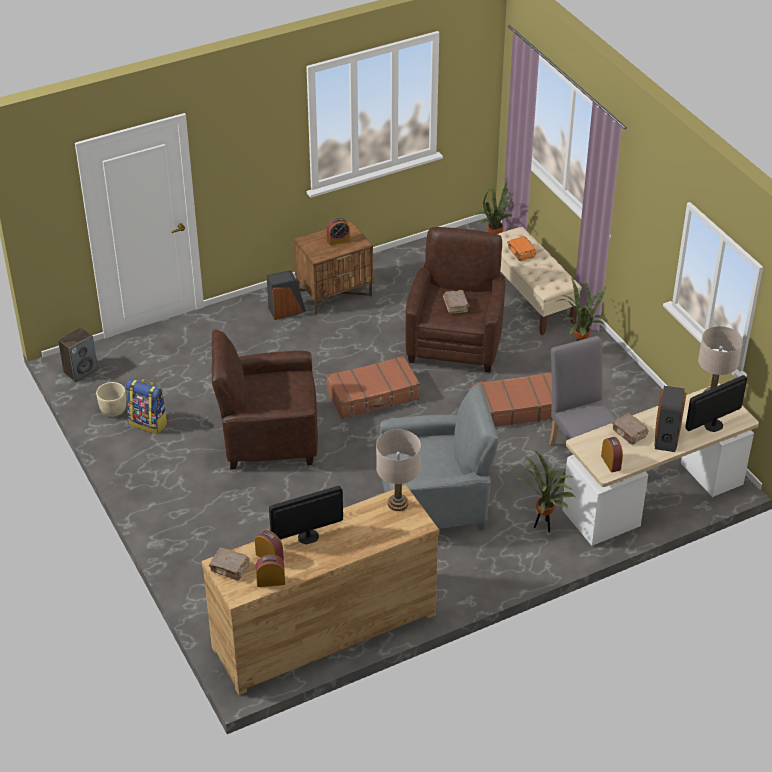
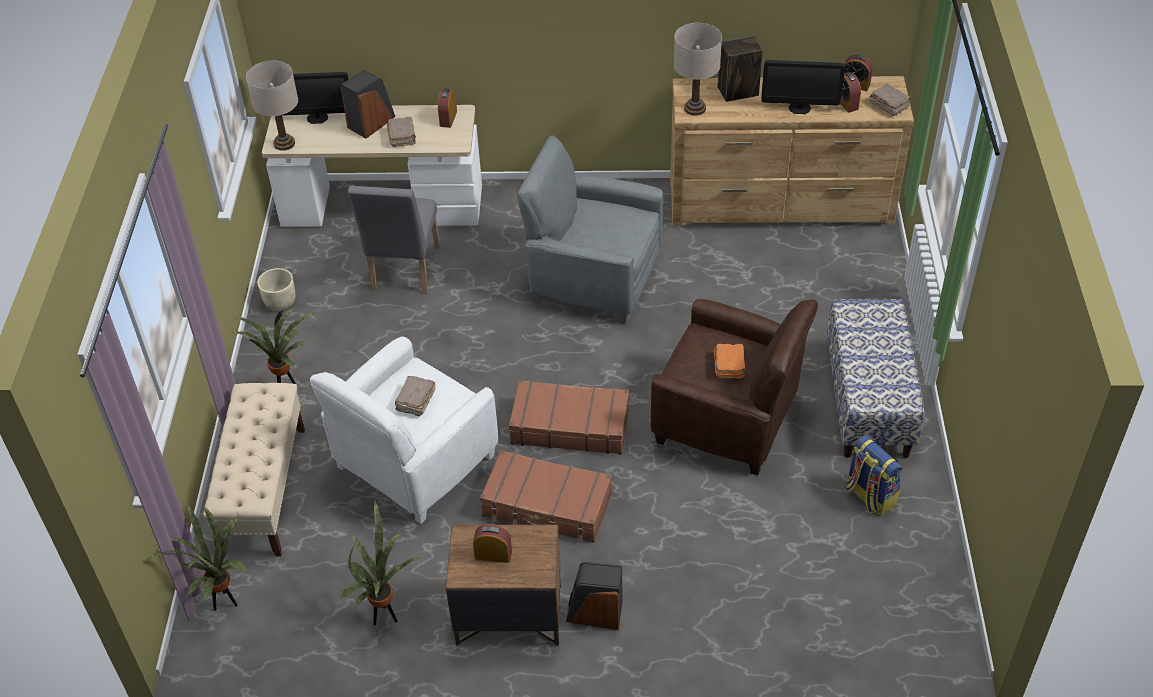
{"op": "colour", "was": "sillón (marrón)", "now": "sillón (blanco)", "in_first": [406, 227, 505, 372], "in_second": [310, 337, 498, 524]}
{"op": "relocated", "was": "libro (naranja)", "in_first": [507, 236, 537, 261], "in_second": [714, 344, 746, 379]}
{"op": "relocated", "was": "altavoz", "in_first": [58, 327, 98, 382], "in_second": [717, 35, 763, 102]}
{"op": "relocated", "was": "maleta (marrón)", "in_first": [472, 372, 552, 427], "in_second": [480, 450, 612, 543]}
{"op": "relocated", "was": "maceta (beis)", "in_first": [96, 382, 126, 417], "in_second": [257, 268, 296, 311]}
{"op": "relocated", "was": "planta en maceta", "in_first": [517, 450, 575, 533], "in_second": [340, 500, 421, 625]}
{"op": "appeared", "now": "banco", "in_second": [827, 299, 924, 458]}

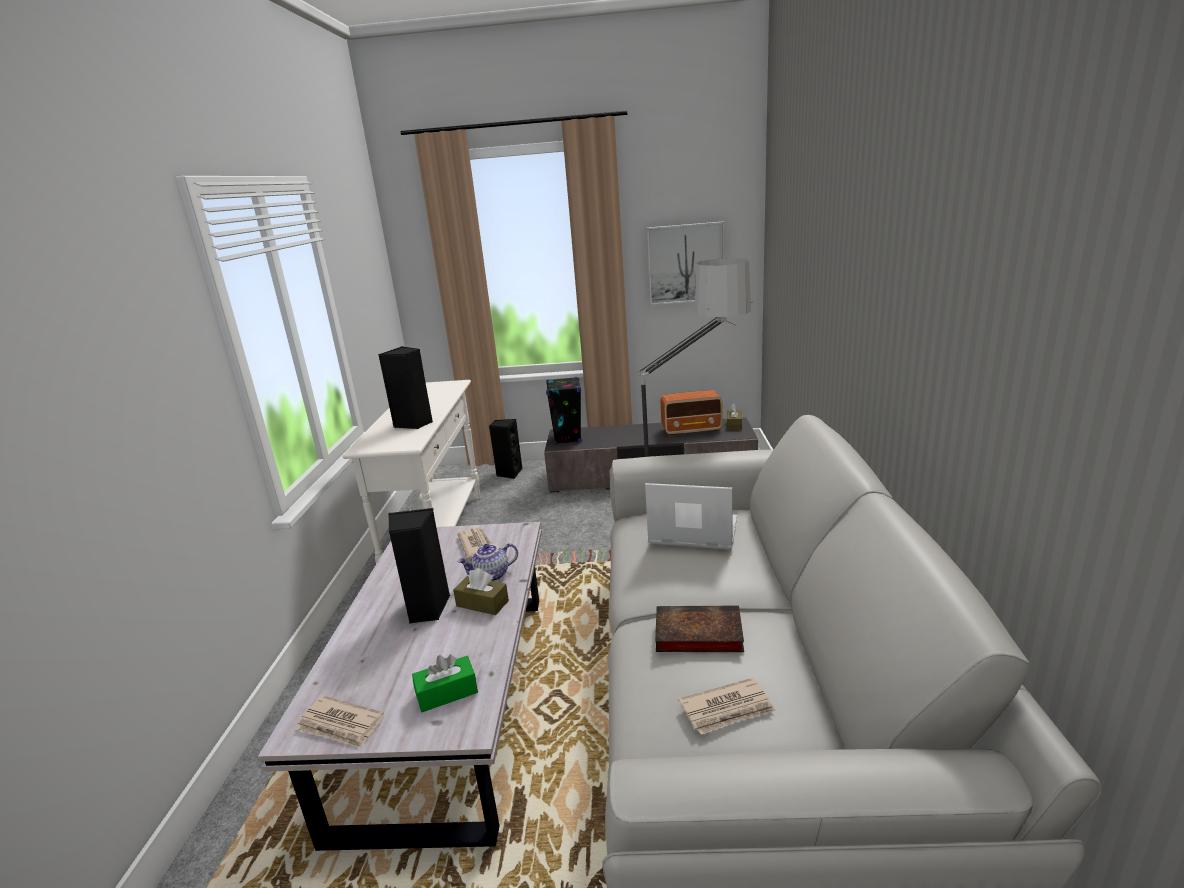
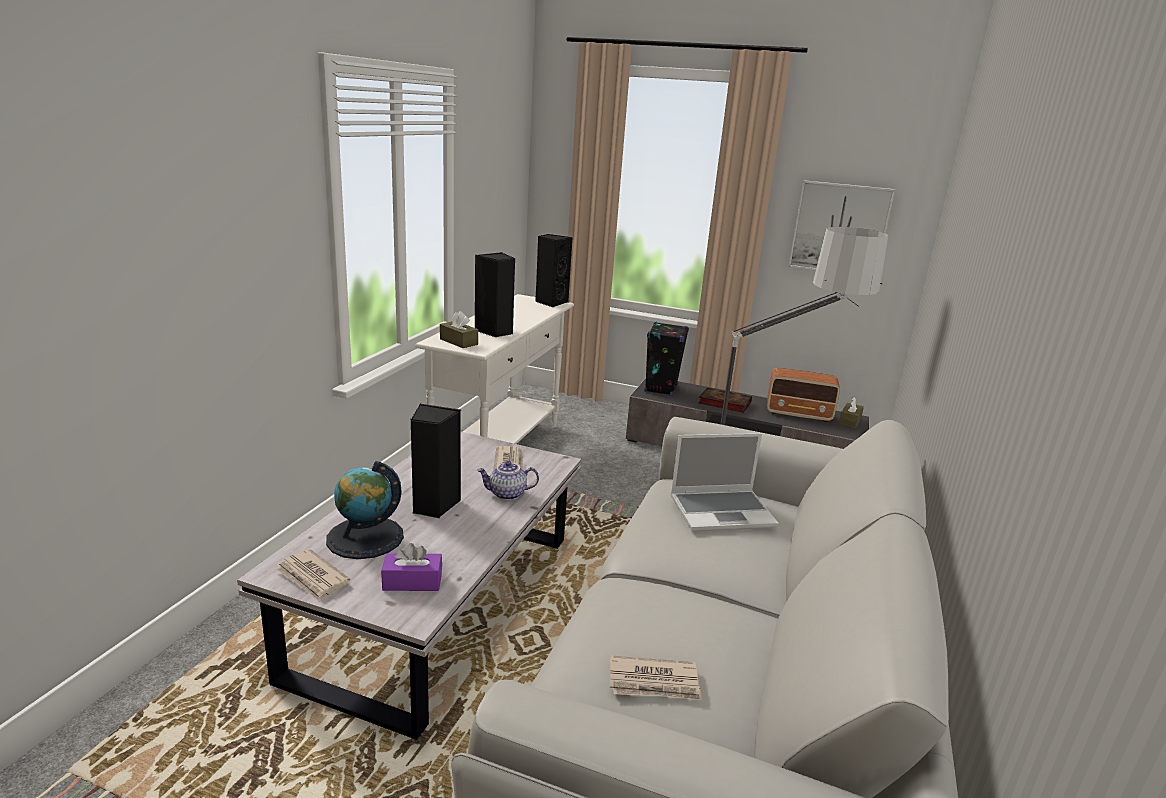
{"op": "relocated", "was": "altavoz (negro)", "in_first": [489, 419, 523, 479], "in_second": [535, 234, 573, 308]}
{"op": "spun", "was": "portátil", "in_first": [645, 483, 737, 550], "in_second": [670, 433, 779, 532], "clockwise": 135}
{"op": "relocated", "was": "caja de pañuelos (marrón)", "in_first": [453, 568, 509, 615], "in_second": [440, 311, 478, 348]}
{"op": "relocated", "was": "libro", "in_first": [655, 606, 744, 652], "in_second": [698, 387, 752, 413]}
{"op": "colour", "was": "caja de pañuelos (verde)", "now": "caja de pañuelos (morado)", "in_first": [412, 654, 478, 712], "in_second": [381, 543, 442, 591]}
{"op": "appeared", "now": "globo terráqueo", "in_second": [326, 461, 404, 559]}

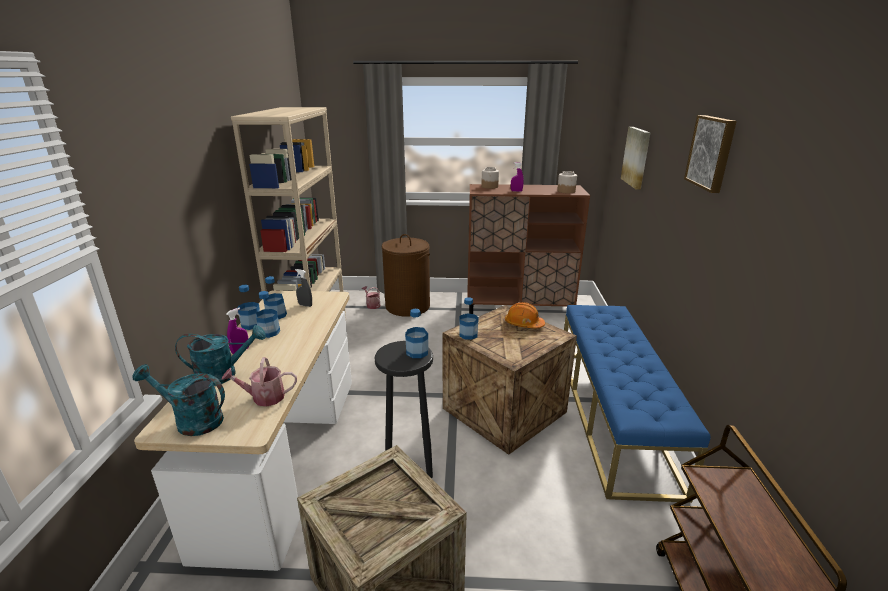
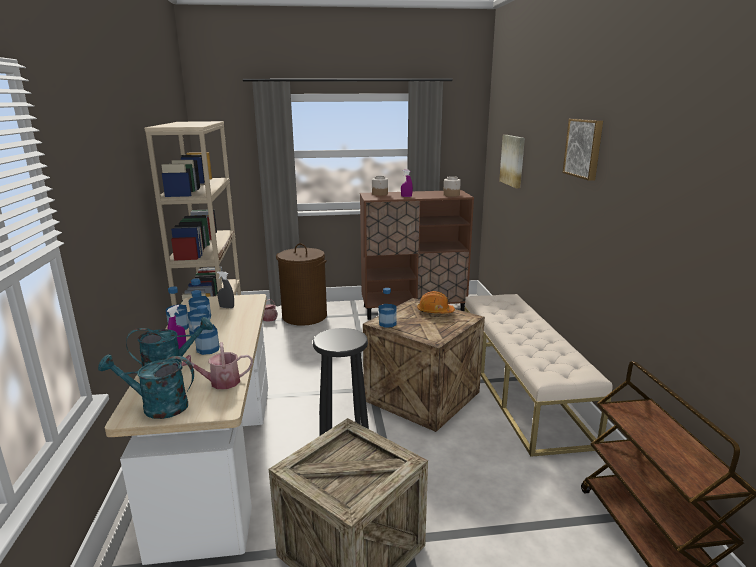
{"op": "colour", "was": "banco (azul)", "now": "banco (beis)", "in_first": [564, 305, 711, 503], "in_second": [464, 294, 613, 457]}
{"op": "relocated", "was": "botella", "in_first": [405, 309, 428, 358], "in_second": [194, 305, 220, 355]}

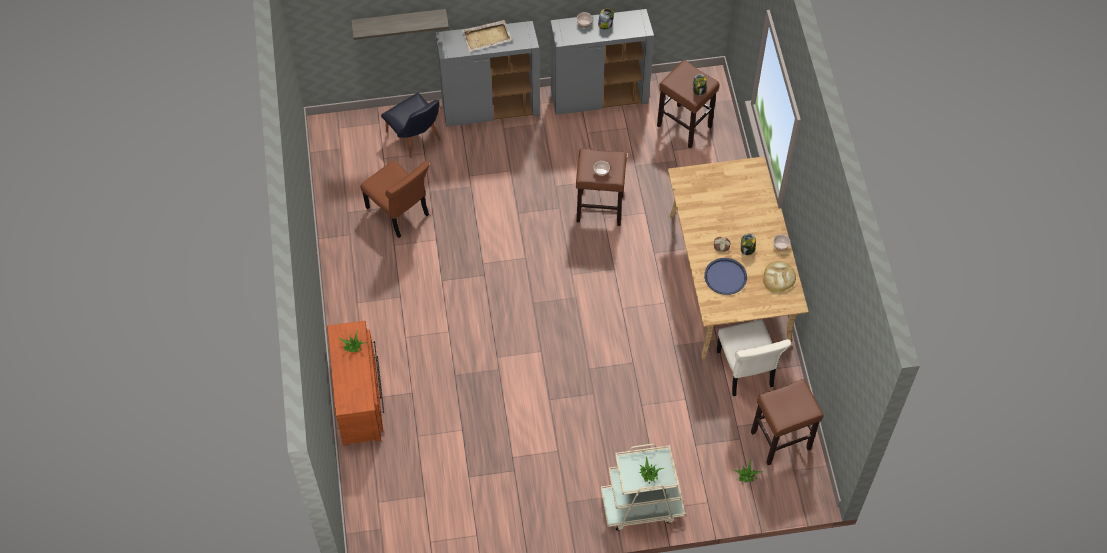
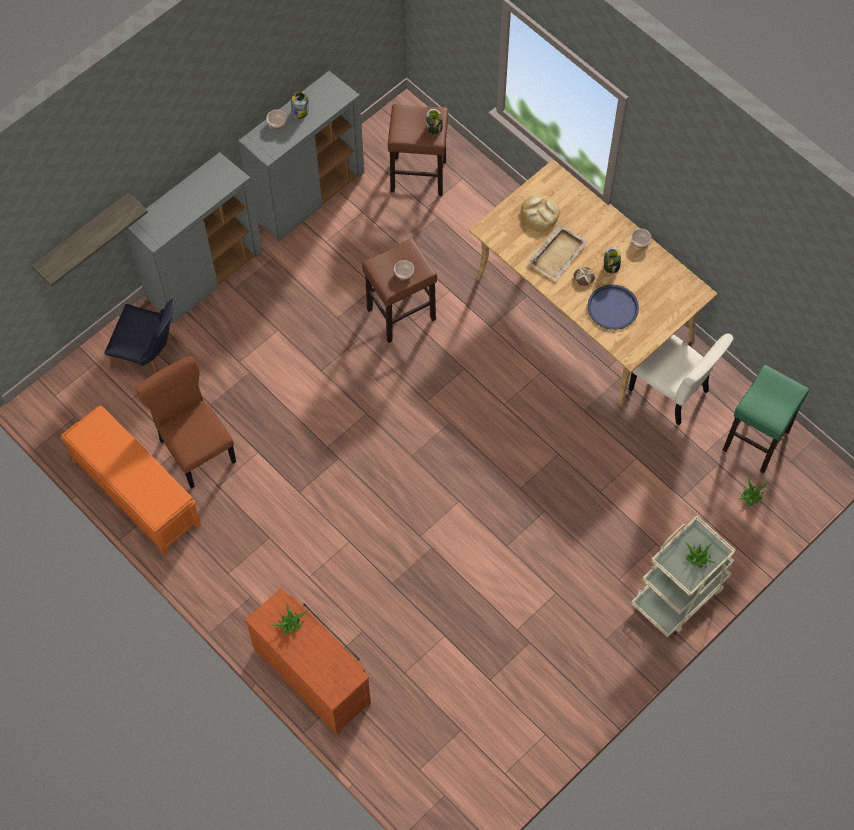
{"op": "relocated", "was": "bandeja (beis)", "in_first": [462, 20, 512, 52], "in_second": [528, 224, 587, 281]}
{"op": "spun", "was": "silla (marrón)", "in_first": [361, 161, 429, 238], "in_second": [135, 356, 236, 489], "clockwise": -135}
{"op": "relocated", "was": "pan", "in_first": [763, 261, 796, 292], "in_second": [521, 195, 560, 232]}
{"op": "colour", "was": "taburete (marrón)", "now": "taburete (verde)", "in_first": [751, 379, 824, 465], "in_second": [723, 365, 810, 473]}
{"op": "appeared", "now": "banco (naranja)", "in_second": [60, 405, 201, 556]}

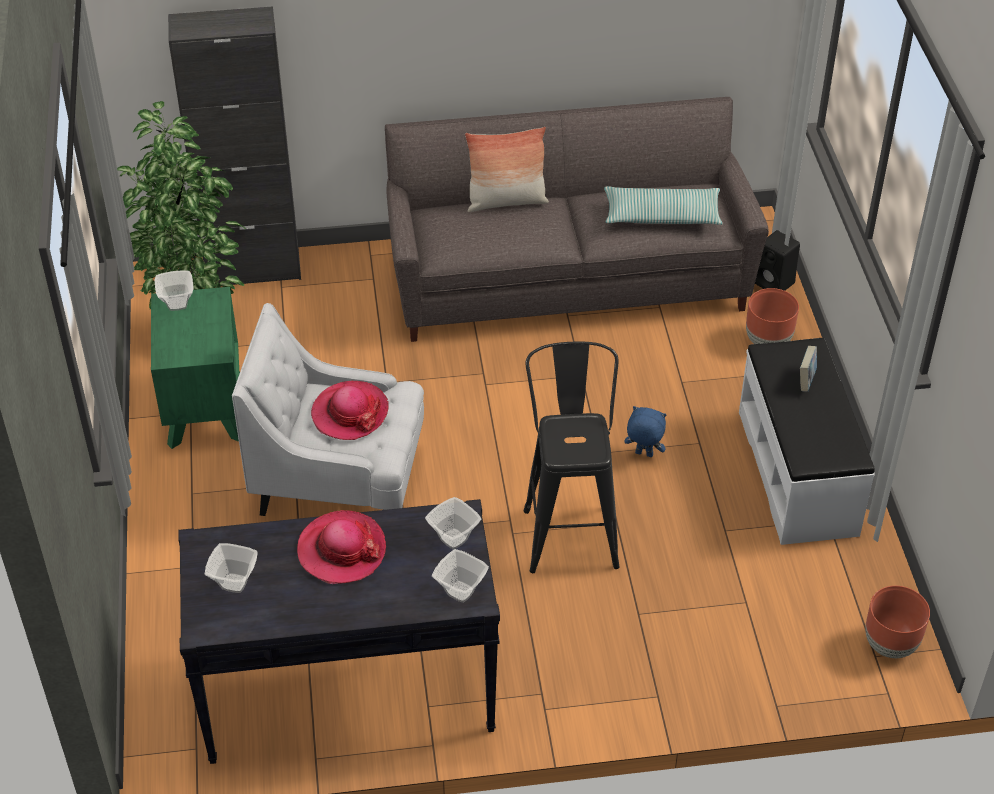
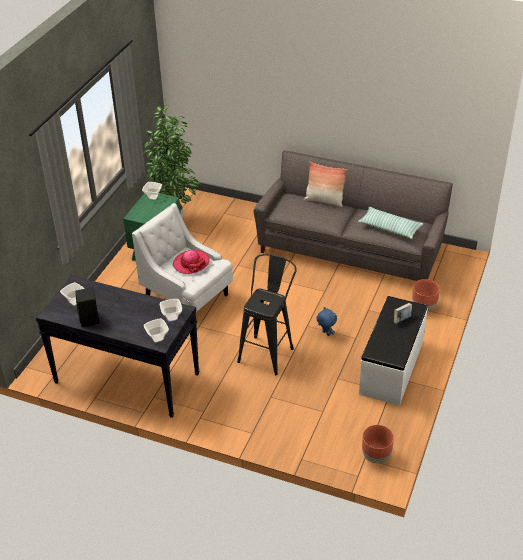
{"op": "missing", "was": "armario (negro)", "in_first": [168, 6, 301, 285]}
{"op": "relocated", "was": "altavoz (negro)", "in_first": [755, 230, 800, 291], "in_second": [75, 287, 100, 327]}
{"op": "missing", "was": "sombrero", "in_first": [297, 510, 386, 584]}

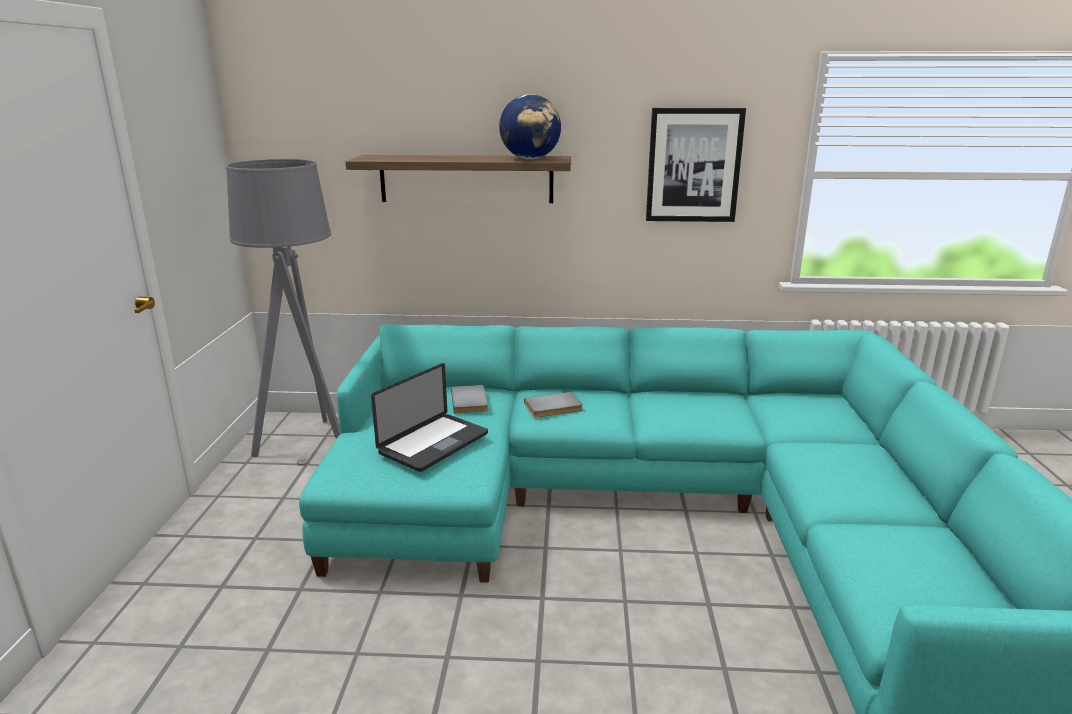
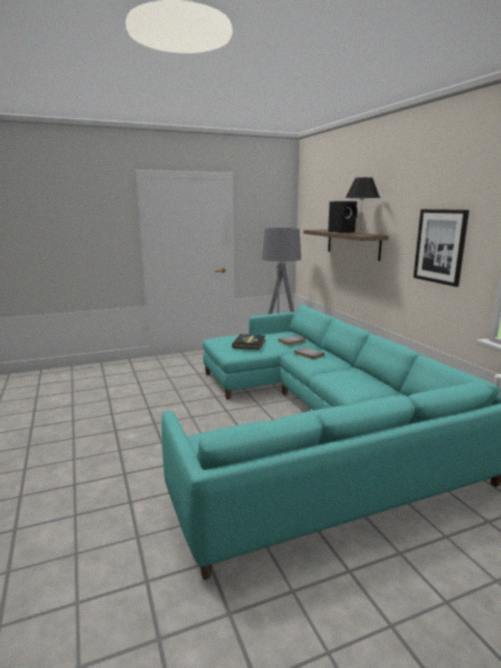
{"op": "exchanged", "was": "globo terráqueo", "now": "lámpara de mesa (negro)", "in_first": [499, 94, 561, 159], "in_second": [345, 177, 380, 229]}
{"op": "exchanged", "was": "portátil", "now": "libro", "in_first": [371, 363, 488, 472], "in_second": [232, 334, 265, 350]}
{"op": "appeared", "now": "altavoz (negro)", "in_second": [328, 201, 358, 233]}

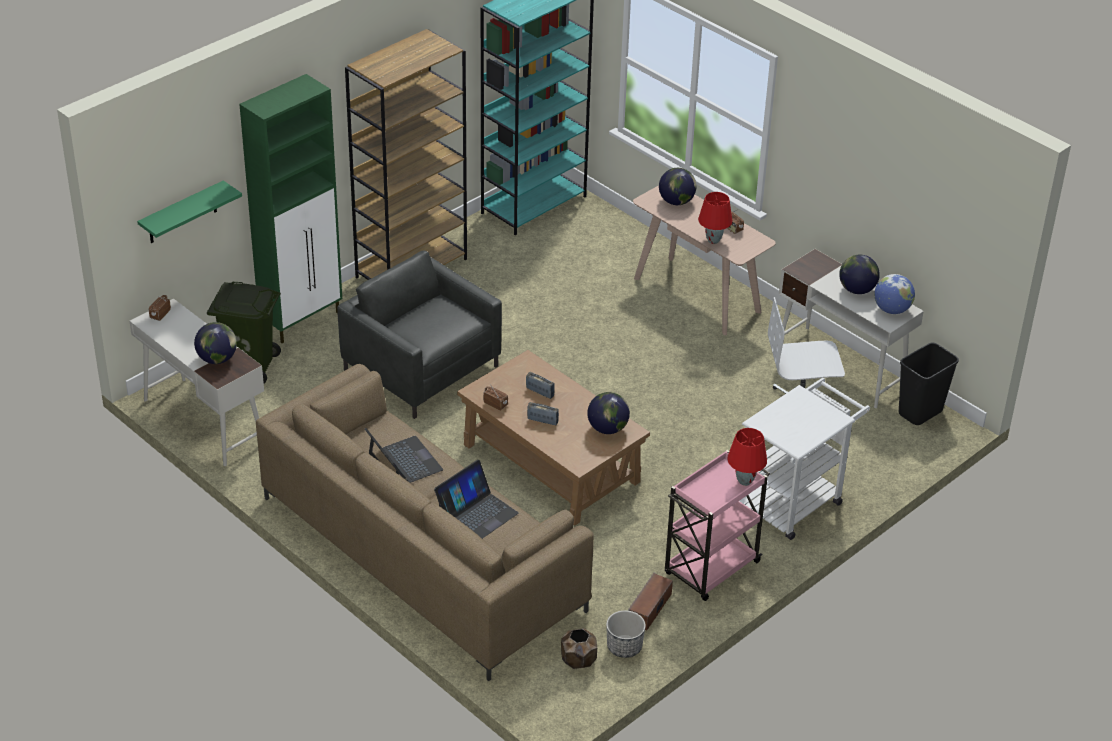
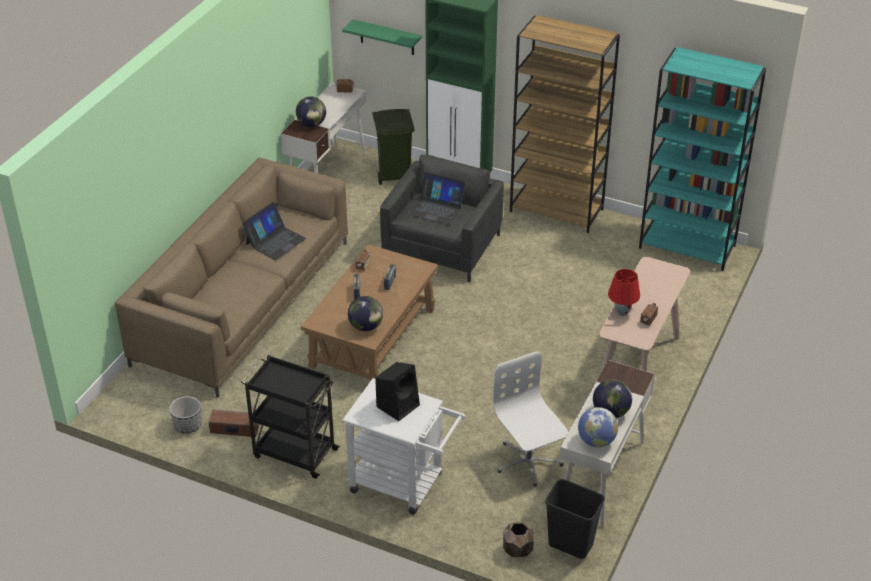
{"op": "missing", "was": "globo terráqueo", "in_first": [659, 168, 696, 205]}
{"op": "missing", "was": "lámpara de mesa (rojo)", "in_first": [727, 428, 767, 486]}
{"op": "colour", "was": "carrito (rosa)", "now": "carrito (negro)", "in_first": [665, 450, 770, 601], "in_second": [241, 355, 340, 479]}
{"op": "relocated", "was": "portátil", "in_first": [434, 460, 519, 539], "in_second": [409, 172, 466, 225]}
{"op": "relocated", "was": "maceta (marrón)", "in_first": [561, 628, 597, 669], "in_second": [503, 523, 534, 557]}
{"op": "appeared", "now": "altavoz (negro)", "in_second": [375, 362, 420, 421]}

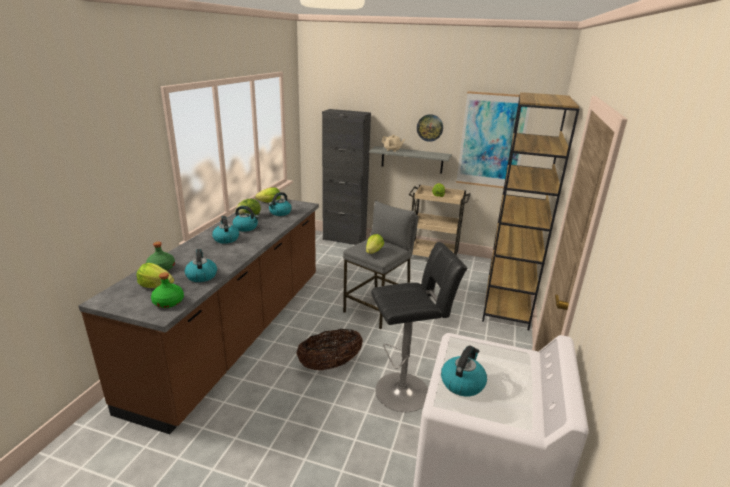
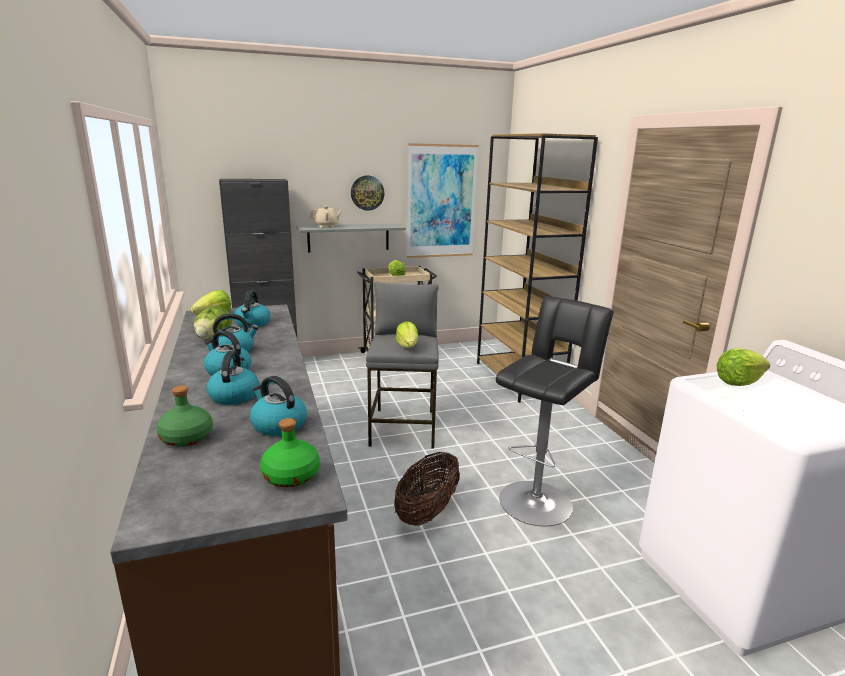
{"op": "relocated", "was": "lechuga", "in_first": [136, 263, 174, 288], "in_second": [717, 348, 770, 386]}
{"op": "relocated", "was": "hervidor", "in_first": [441, 345, 487, 397], "in_second": [206, 351, 259, 405]}

